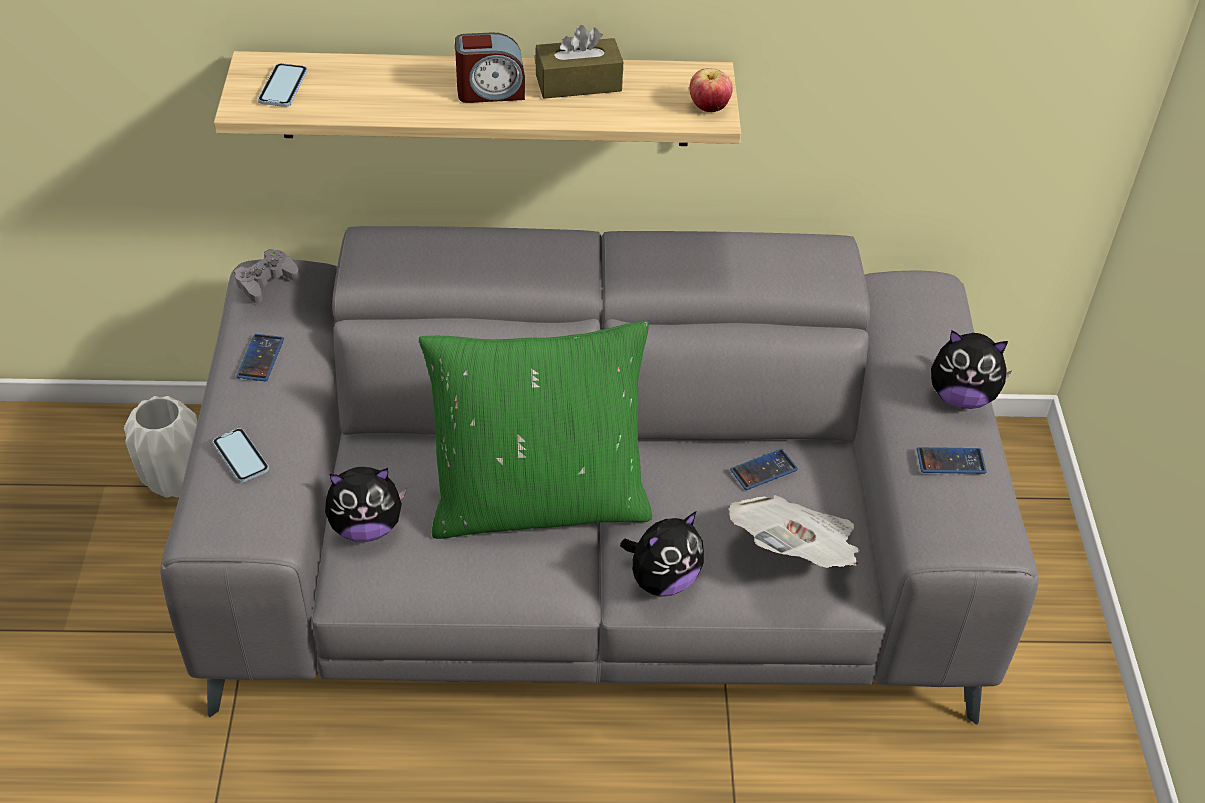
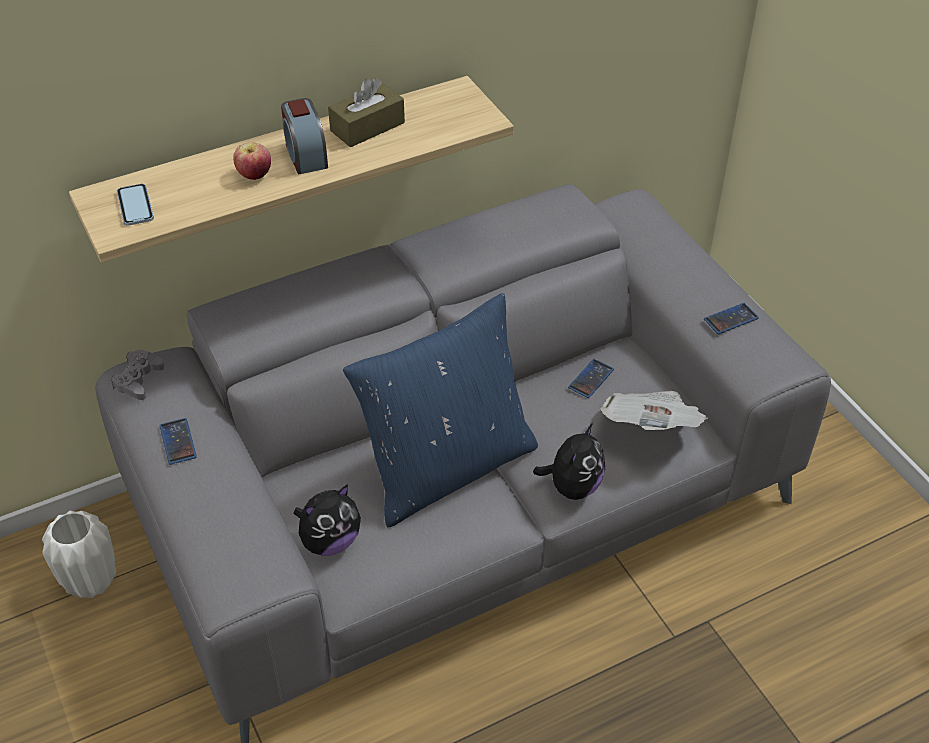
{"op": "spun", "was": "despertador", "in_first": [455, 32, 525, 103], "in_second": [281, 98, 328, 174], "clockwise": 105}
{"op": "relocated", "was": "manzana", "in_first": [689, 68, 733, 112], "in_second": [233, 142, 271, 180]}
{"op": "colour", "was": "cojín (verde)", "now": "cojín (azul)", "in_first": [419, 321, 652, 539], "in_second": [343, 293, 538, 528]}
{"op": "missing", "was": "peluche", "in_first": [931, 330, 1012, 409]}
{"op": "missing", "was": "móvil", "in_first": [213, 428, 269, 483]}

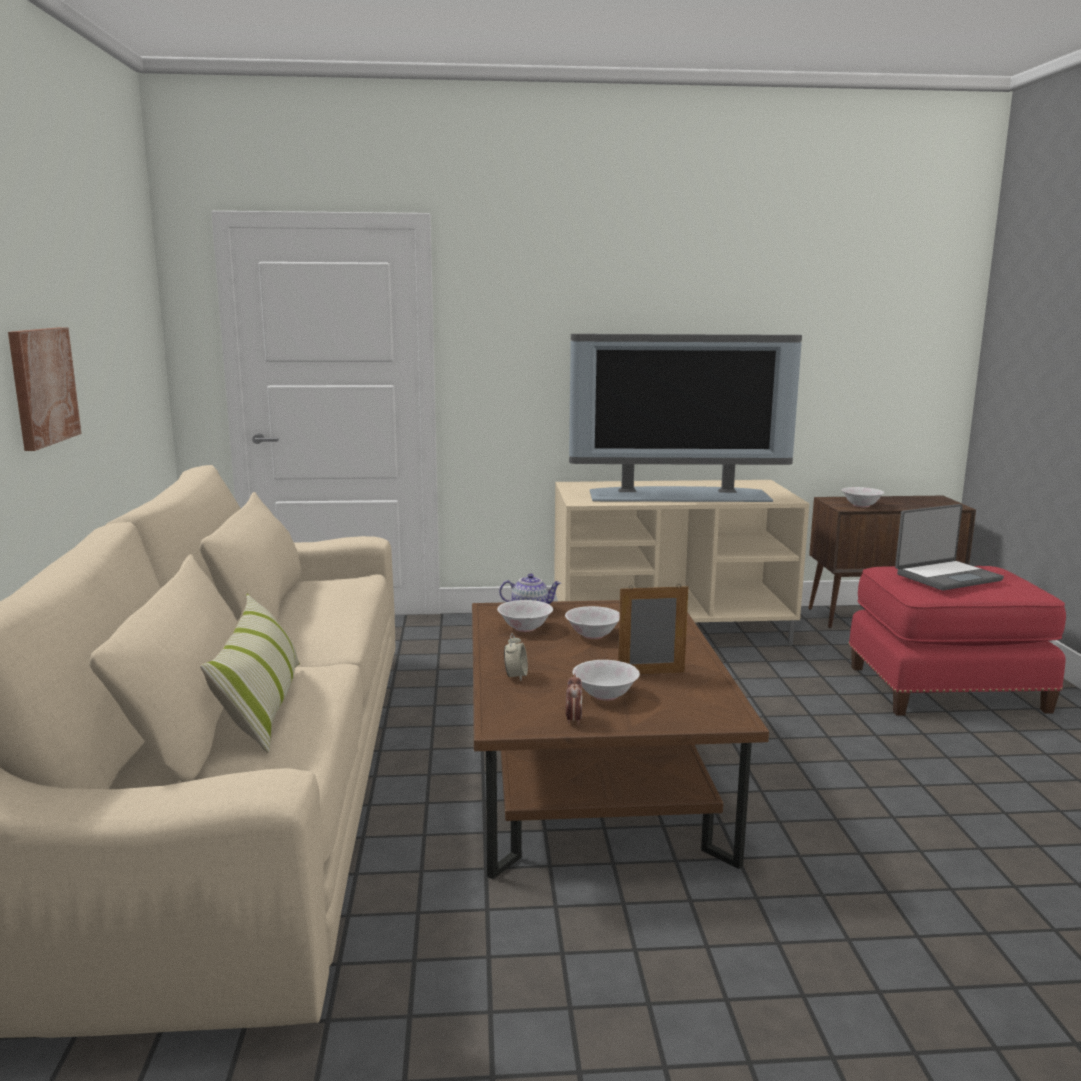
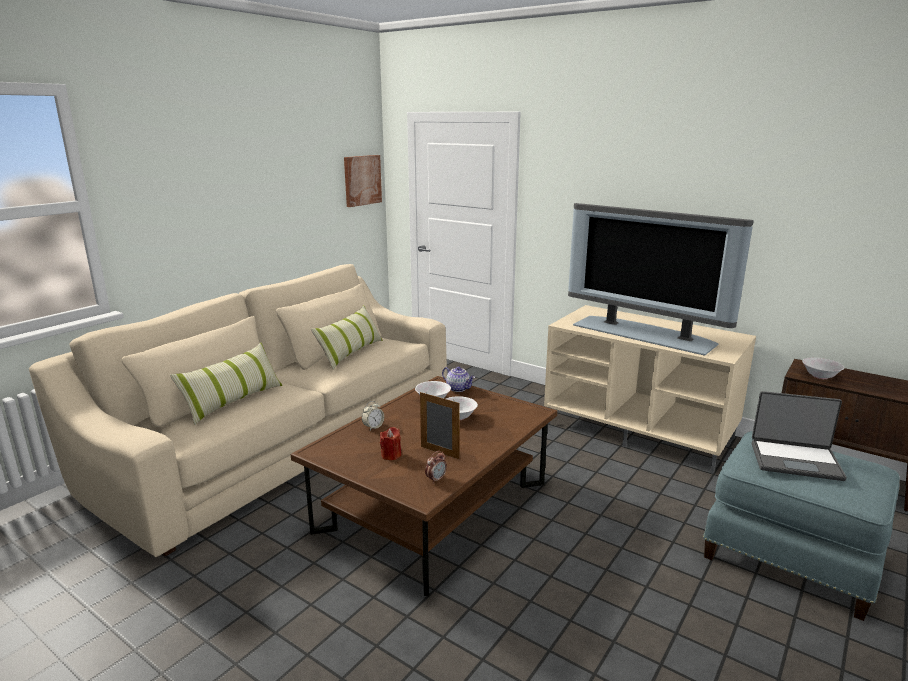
{"op": "relocated", "was": "cuadro", "in_first": [8, 327, 81, 451], "in_second": [344, 155, 382, 207]}
{"op": "colour", "was": "puf (rojo)", "now": "puf (azul)", "in_first": [848, 566, 1066, 715], "in_second": [703, 431, 900, 621]}
{"op": "exchanged", "was": "cuenco (blanco)", "now": "vela (rojo)", "in_first": [573, 660, 640, 701], "in_second": [380, 427, 401, 460]}
{"op": "relocated", "was": "despertador", "in_first": [566, 673, 582, 726], "in_second": [425, 451, 447, 484]}
{"op": "appeared", "now": "cojín", "in_second": [311, 305, 383, 369]}

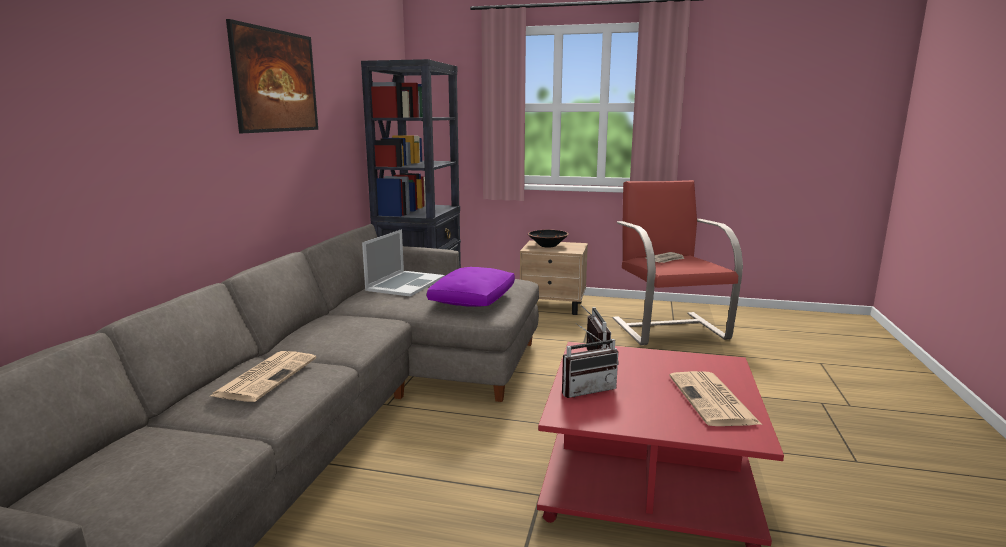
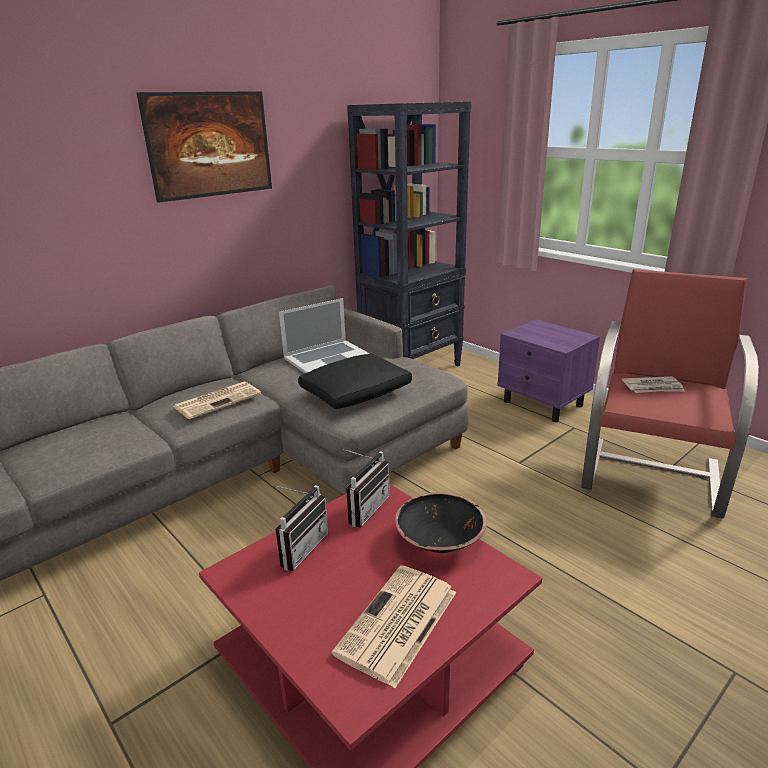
{"op": "relocated", "was": "cuenco (negro)", "in_first": [528, 230, 569, 248], "in_second": [395, 493, 487, 553]}
{"op": "colour", "was": "mesita de noche (beis)", "now": "mesita de noche (morado)", "in_first": [520, 240, 588, 315], "in_second": [497, 319, 600, 422]}
{"op": "colour", "was": "cojín (morado)", "now": "cojín (negro)", "in_first": [427, 267, 515, 307], "in_second": [298, 354, 412, 409]}
{"op": "spun", "was": "radio", "in_first": [562, 323, 619, 398], "in_second": [273, 485, 328, 571], "clockwise": -75}
{"op": "relocated", "was": "periódico", "in_first": [210, 351, 316, 402], "in_second": [173, 381, 261, 419]}

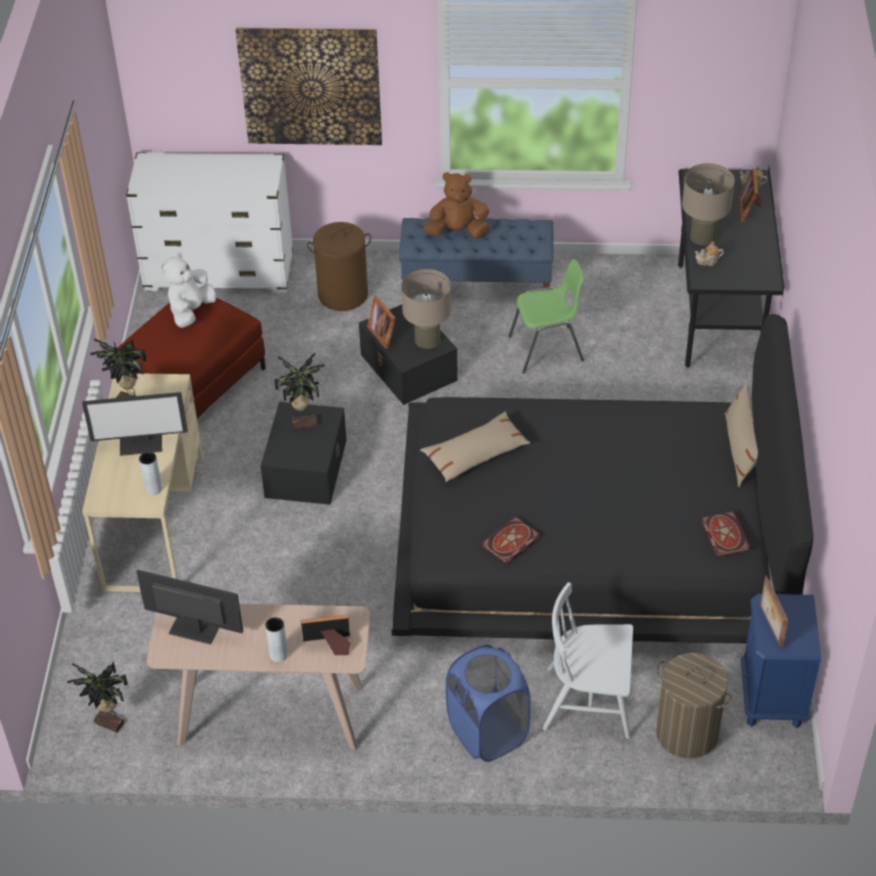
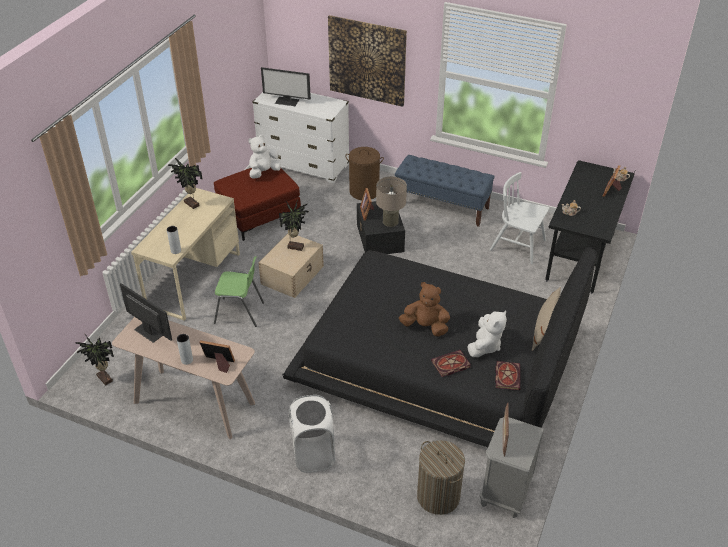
{"op": "missing", "was": "lámpara de mesa (beis)", "in_first": [682, 163, 735, 245]}
{"op": "relocated", "was": "peluche (marrón)", "in_first": [424, 172, 490, 239], "in_second": [399, 282, 450, 336]}
{"op": "relocated", "was": "silla (verde)", "in_first": [508, 259, 584, 374], "in_second": [214, 256, 264, 327]}
{"op": "relocated", "was": "monitor", "in_first": [82, 392, 188, 456], "in_second": [261, 67, 311, 106]}
{"op": "colour", "was": "caja de almacenaje (negro)", "now": "caja de almacenaje (beis)", "in_first": [261, 402, 347, 505], "in_second": [258, 233, 324, 298]}
{"op": "missing", "was": "cojín (beis)", "in_first": [420, 412, 530, 482]}
{"op": "relocated", "was": "libro", "in_first": [481, 516, 540, 564], "in_second": [431, 350, 471, 377]}
{"op": "relocated", "was": "silla (blanco)", "in_first": [542, 582, 634, 739], "in_second": [490, 172, 549, 264]}
{"op": "colour", "was": "mesita de noche (azul)", "now": "mesita de noche (gris)", "in_first": [741, 594, 821, 728], "in_second": [480, 417, 544, 518]}
{"op": "colour", "was": "cesto de la ropa (azul)", "now": "cesto de la ropa (blanco)", "in_first": [446, 645, 531, 762], "in_second": [289, 395, 335, 473]}
{"op": "appeared", "now": "peluche (blanco)", "in_second": [467, 310, 507, 357]}

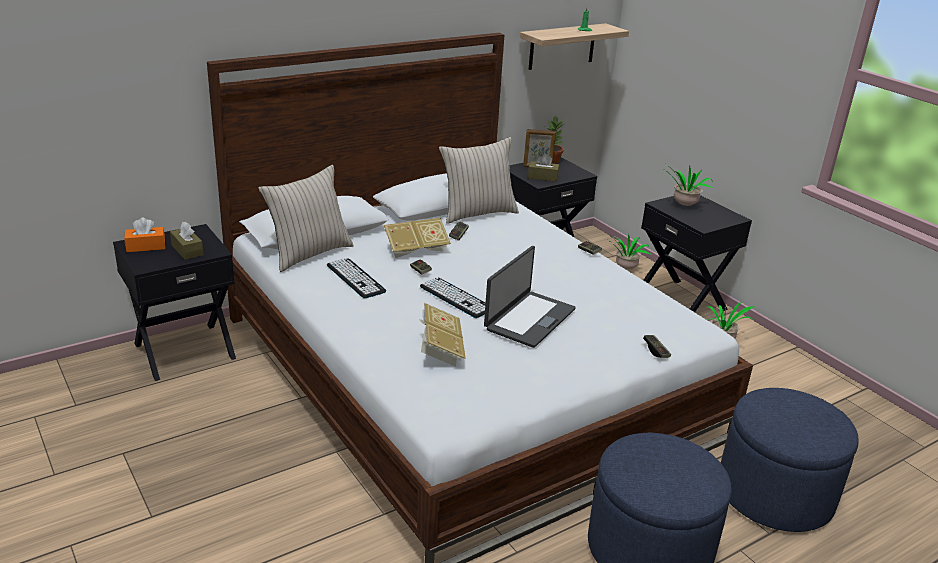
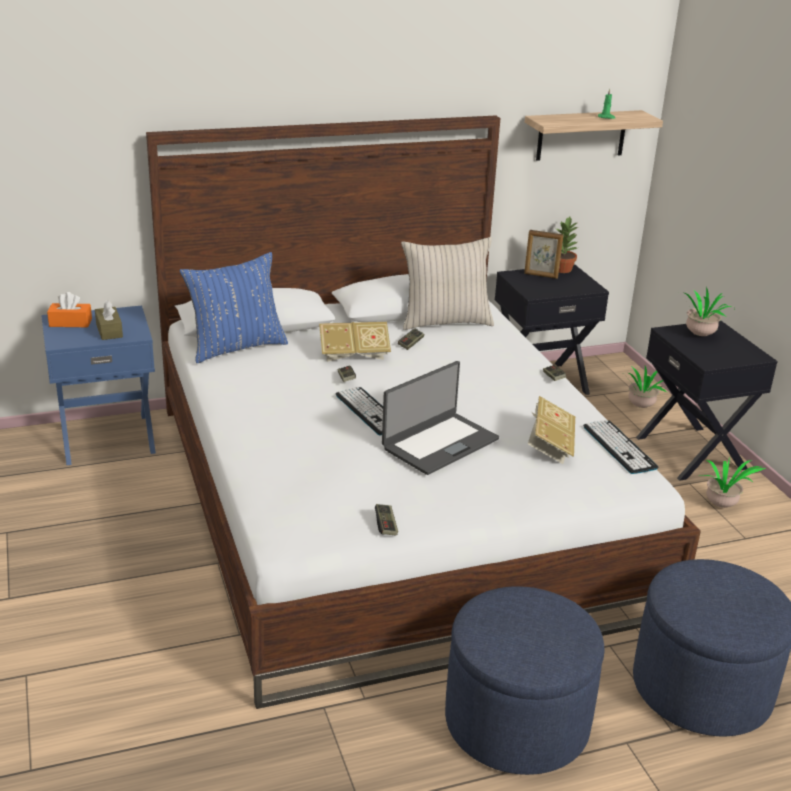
{"op": "missing", "was": "caja de pañuelos (marrón)", "in_first": [528, 154, 559, 182]}
{"op": "colour", "was": "cojín (beis)", "now": "cojín (azul)", "in_first": [258, 165, 354, 272], "in_second": [179, 252, 288, 363]}
{"op": "colour", "was": "mesita de noche (negro)", "now": "mesita de noche (azul)", "in_first": [113, 224, 236, 381], "in_second": [41, 306, 156, 465]}
{"op": "relocated", "was": "teclado", "in_first": [327, 258, 386, 298], "in_second": [583, 420, 658, 474]}
{"op": "relocated", "was": "libro", "in_first": [418, 303, 466, 367], "in_second": [528, 396, 575, 464]}
{"op": "relocated", "was": "mando de consola", "in_first": [643, 335, 671, 358], "in_second": [375, 504, 398, 535]}

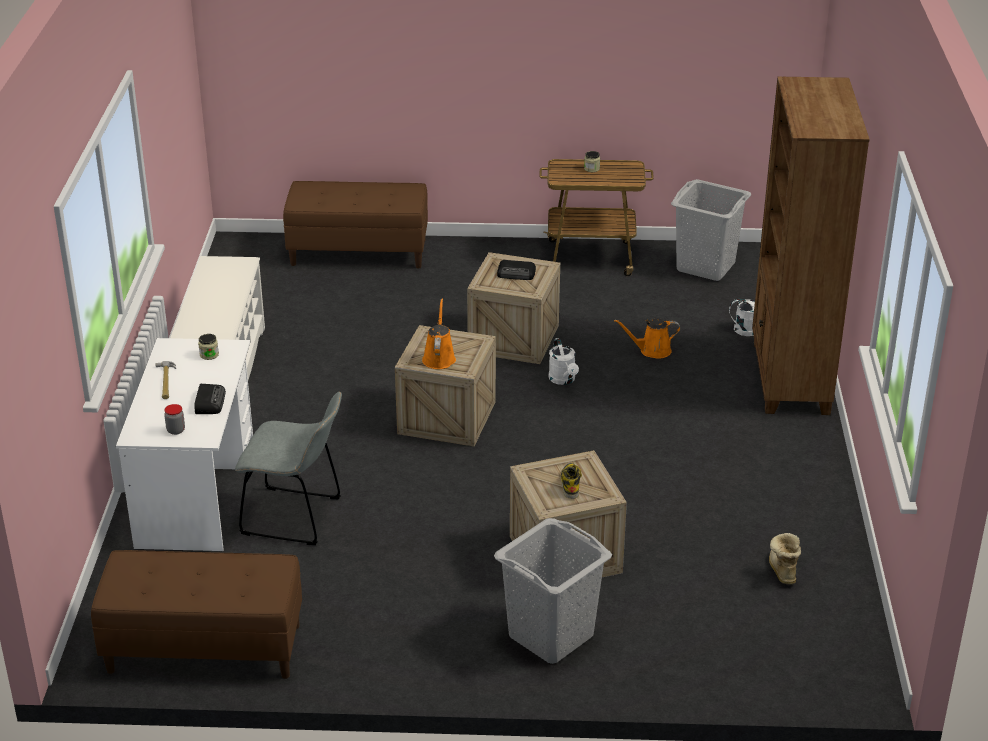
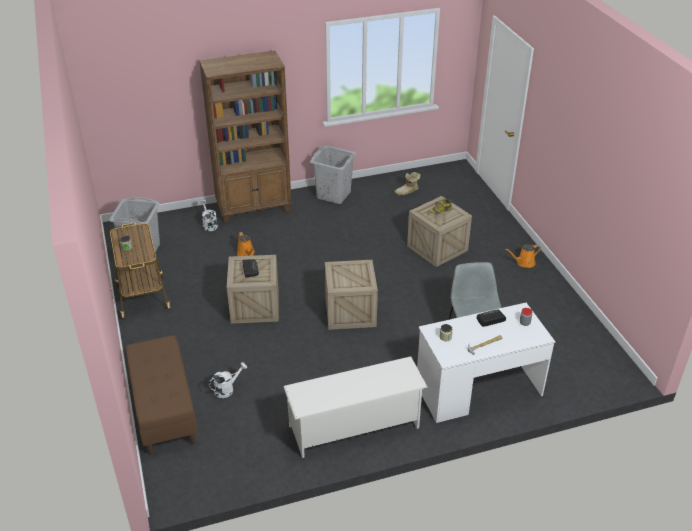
{"op": "relocated", "was": "regadera (naranja)", "in_first": [422, 299, 456, 369], "in_second": [505, 244, 541, 268]}
{"op": "relocated", "was": "regadera (blanco)", "in_first": [549, 338, 579, 385], "in_second": [209, 362, 247, 398]}
{"op": "relocated", "was": "cesto de la ropa (gris)", "in_first": [494, 518, 612, 664], "in_second": [310, 145, 357, 204]}
{"op": "missing", "was": "banco (marrón)", "in_first": [91, 550, 302, 679]}

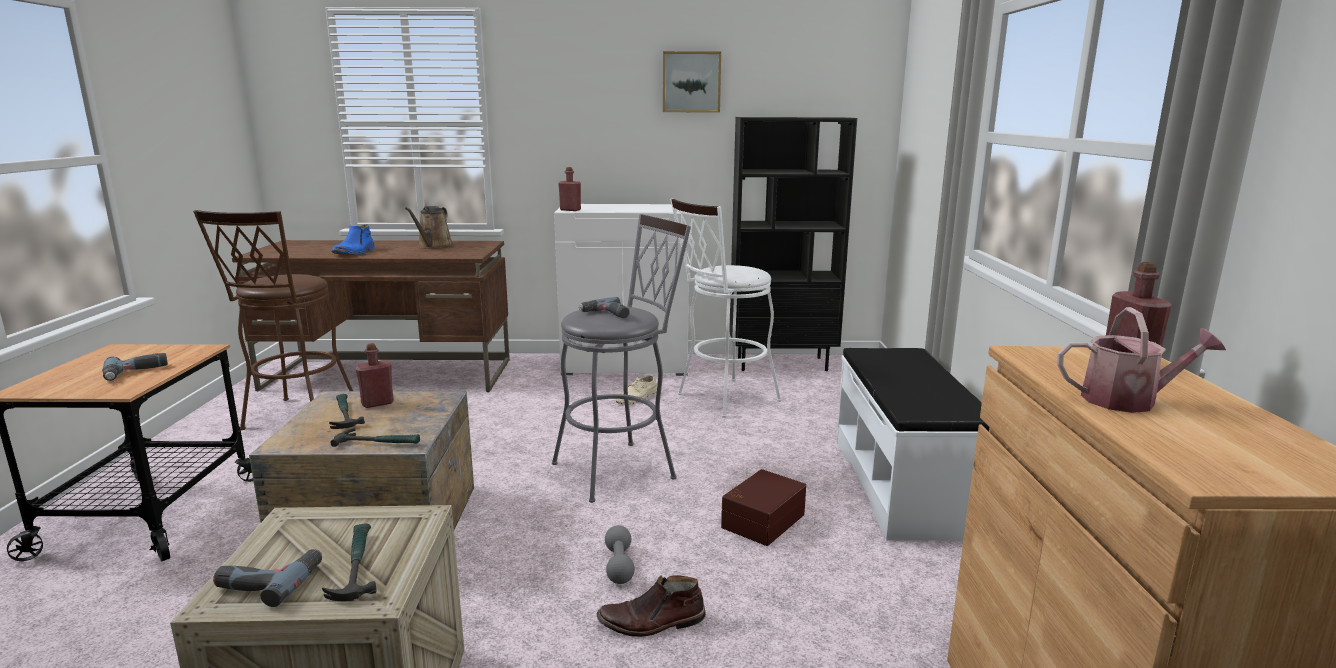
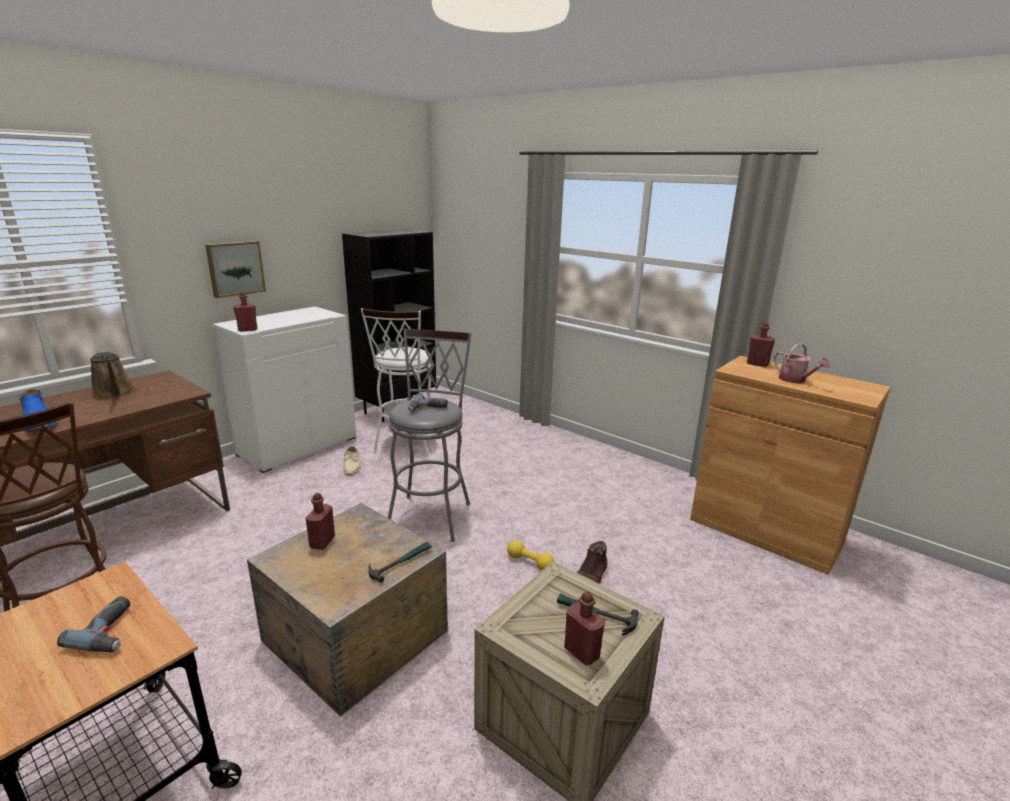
{"op": "relocated", "was": "cuadro", "in_first": [663, 51, 721, 113], "in_second": [205, 241, 266, 298]}
{"op": "spun", "was": "regadera", "in_first": [1057, 307, 1226, 413], "in_second": [774, 343, 830, 383], "clockwise": 105}
{"op": "missing", "was": "banco (blanco)", "in_first": [836, 348, 989, 540]}
{"op": "missing", "was": "martillo", "in_first": [329, 394, 365, 429]}
{"op": "missing", "was": "caja de almacenaje (marrón)", "in_first": [721, 469, 806, 546]}
{"op": "colour", "was": "mancuerna (gris)", "now": "mancuerna (amarillo)", "in_first": [605, 525, 635, 584], "in_second": [507, 540, 555, 571]}
{"op": "exchanged", "was": "taladro", "now": "botella (rojo)", "in_first": [213, 549, 322, 607], "in_second": [564, 591, 605, 665]}

